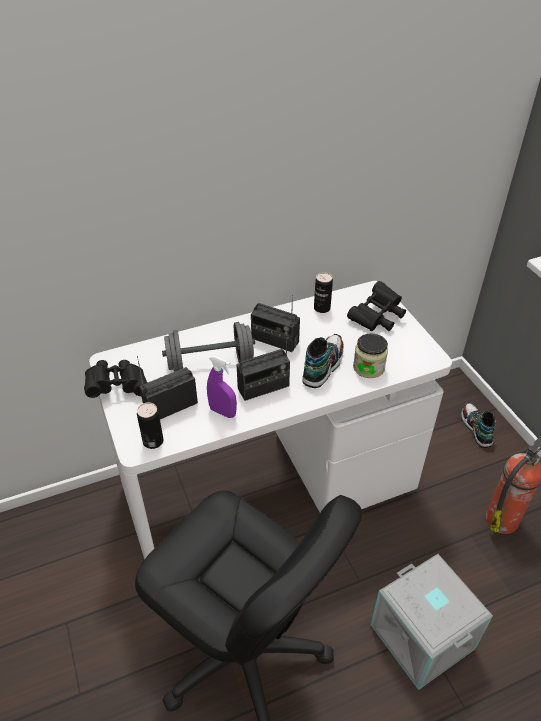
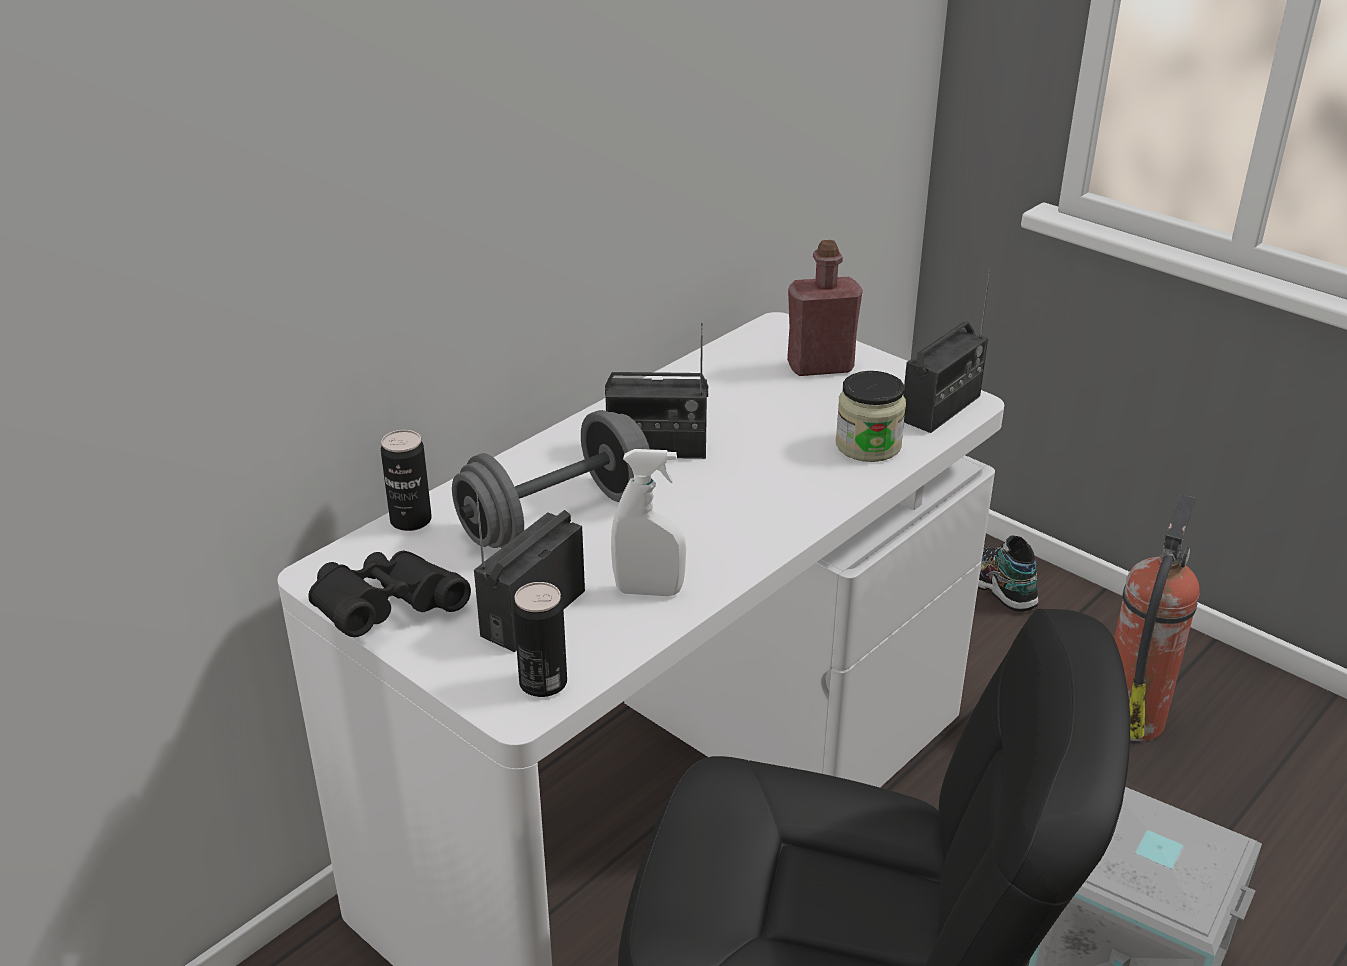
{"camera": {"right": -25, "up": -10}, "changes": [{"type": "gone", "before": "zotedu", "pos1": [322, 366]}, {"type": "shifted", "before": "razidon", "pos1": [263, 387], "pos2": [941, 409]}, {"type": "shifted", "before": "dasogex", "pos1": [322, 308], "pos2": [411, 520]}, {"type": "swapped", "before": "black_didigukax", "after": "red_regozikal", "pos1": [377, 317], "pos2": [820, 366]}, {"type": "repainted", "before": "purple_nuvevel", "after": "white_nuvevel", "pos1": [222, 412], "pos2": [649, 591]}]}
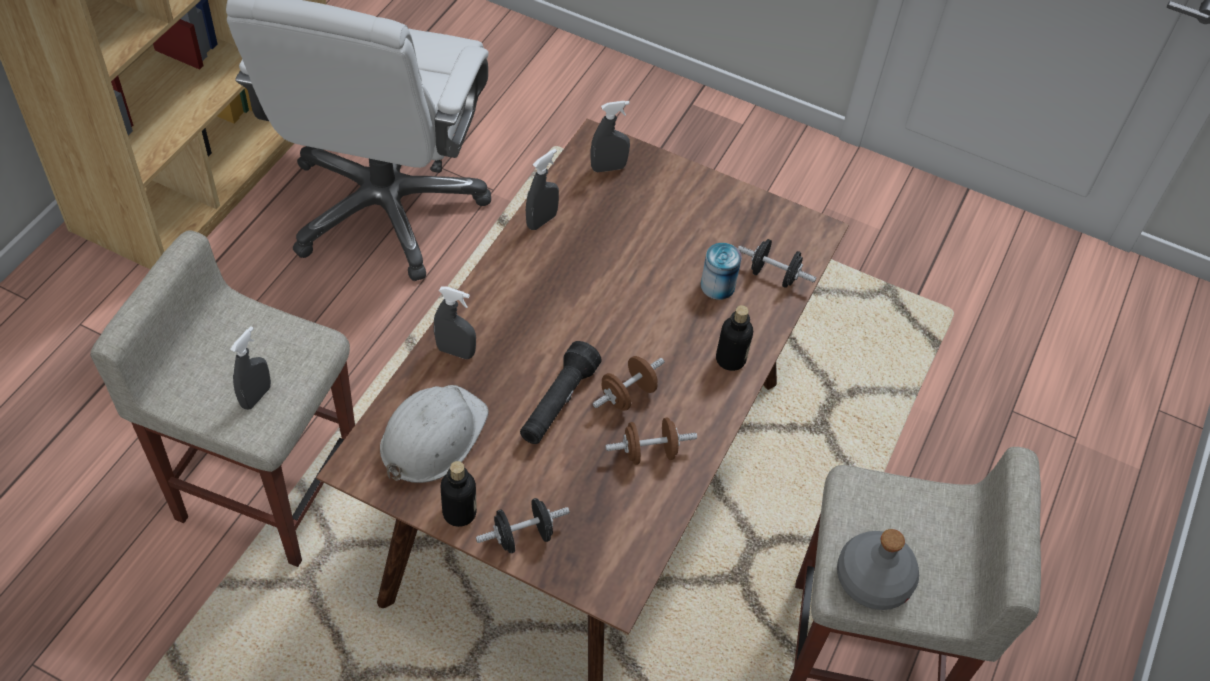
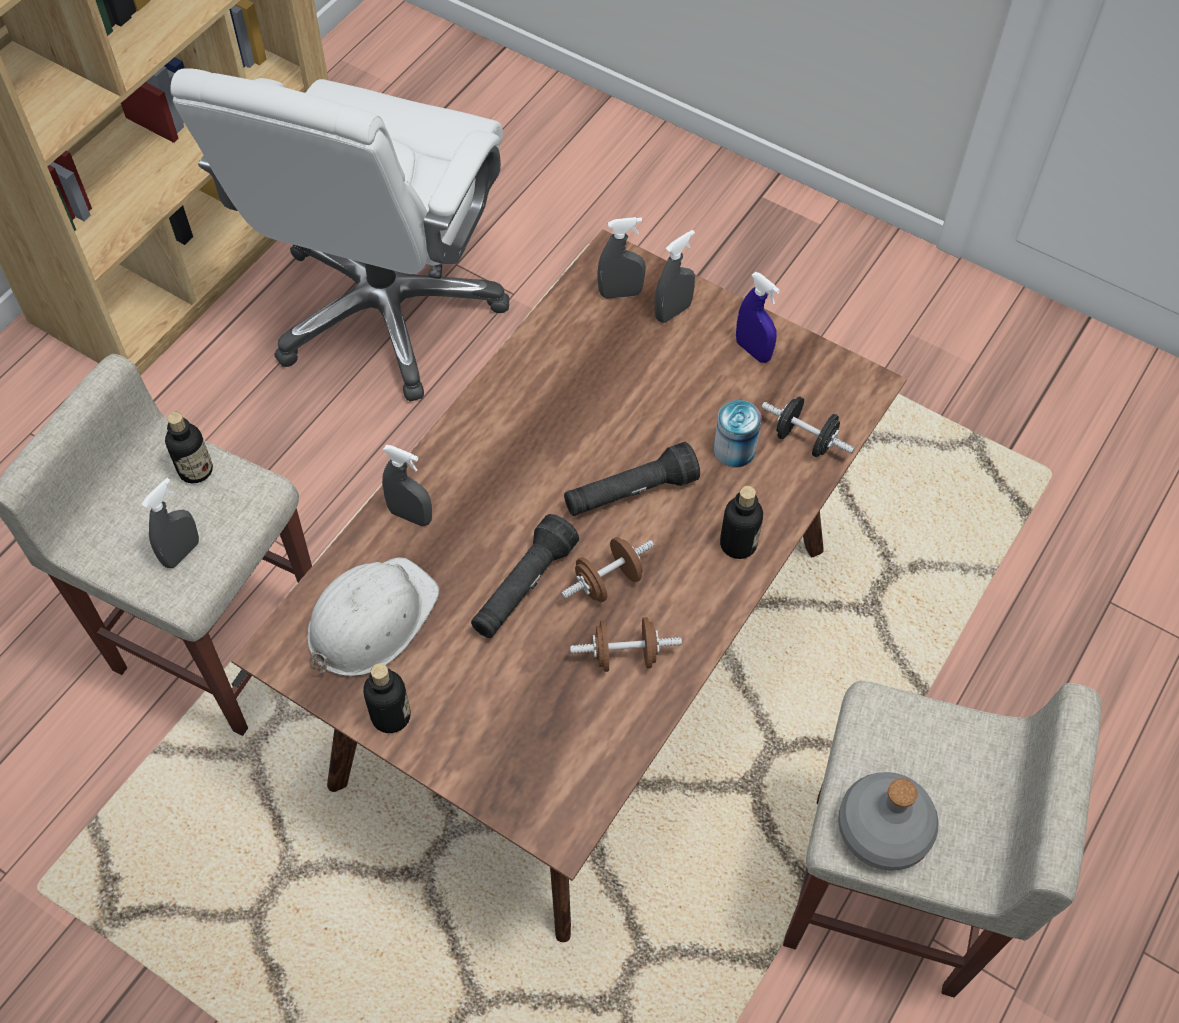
{"camera": {"right": 10, "up": 5}, "changes": [{"type": "gone", "before": "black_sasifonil", "pos1": [523, 536]}, {"type": "new", "after": "regozikal", "pos2": [195, 470]}, {"type": "new", "after": "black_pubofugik", "pos2": [630, 493]}, {"type": "new", "after": "blue_nuvevel", "pos2": [753, 350]}, {"type": "shifted", "before": "grey_nuvevel", "pos1": [541, 221], "pos2": [673, 312]}]}
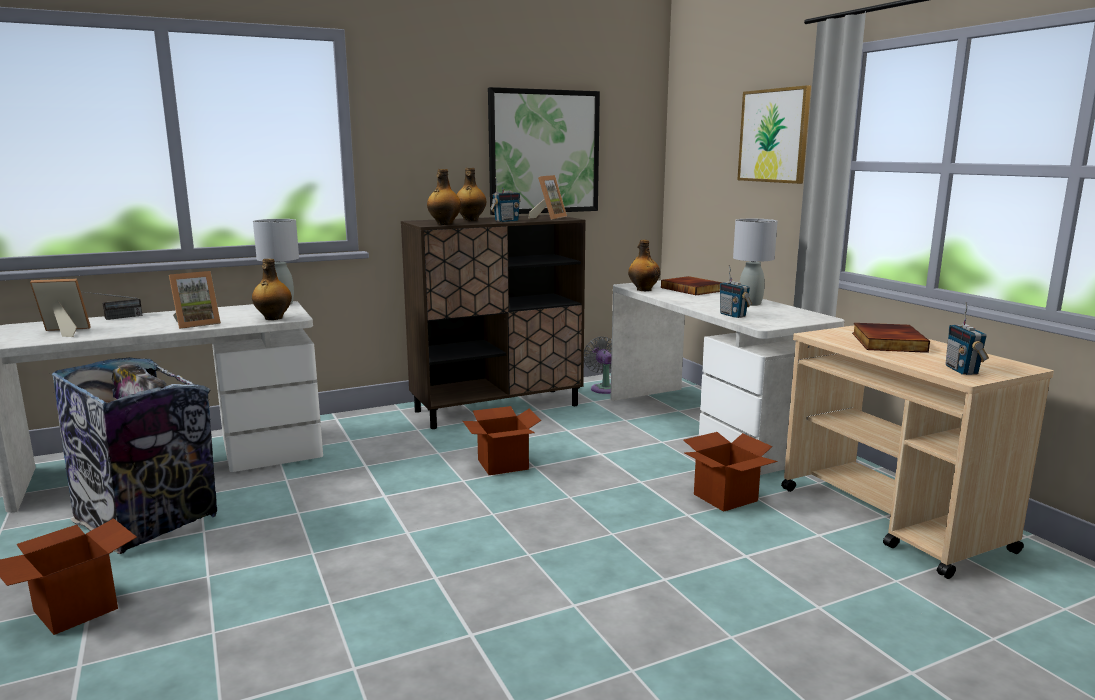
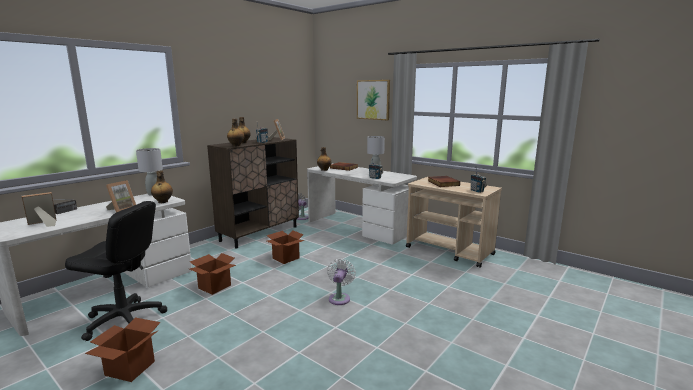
{"camera": {"right": -25, "up": 0}, "changes": [{"type": "gone", "before": "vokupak", "pos1": [544, 152]}, {"type": "new", "after": "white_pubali", "pos2": [340, 298]}, {"type": "shifted", "before": "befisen", "pos1": [725, 497], "pos2": [214, 287]}, {"type": "swapped", "before": "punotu", "after": "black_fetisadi", "pos1": [148, 522], "pos2": [124, 320]}]}
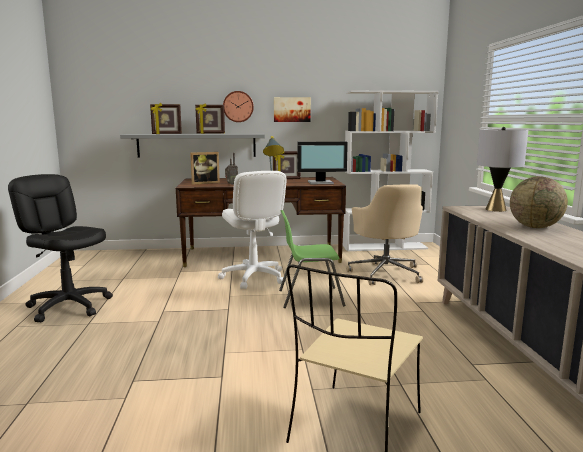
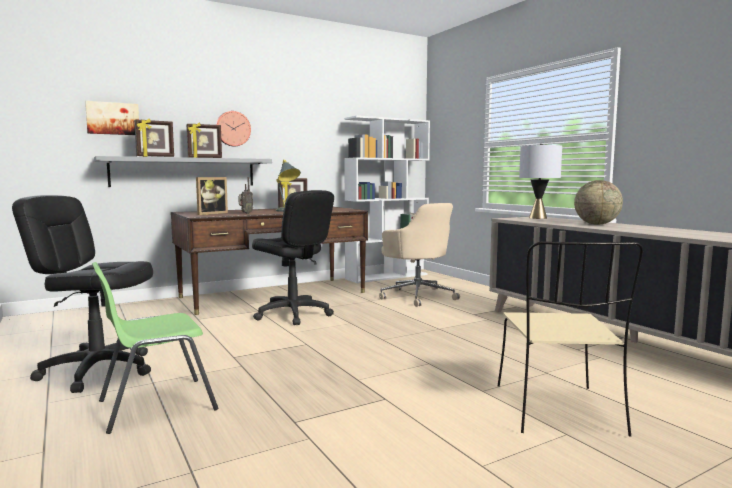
{"camera": {"right": -25, "up": -5}, "changes": [{"type": "gone", "before": "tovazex", "pos1": [321, 183]}, {"type": "shifted", "before": "vokupak", "pos1": [291, 109], "pos2": [113, 118]}, {"type": "shifted", "before": "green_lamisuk", "pos1": [309, 297], "pos2": [155, 405]}, {"type": "repainted", "before": "white_fetisadi", "after": "black_fetisadi", "pos1": [253, 277], "pos2": [293, 314]}]}
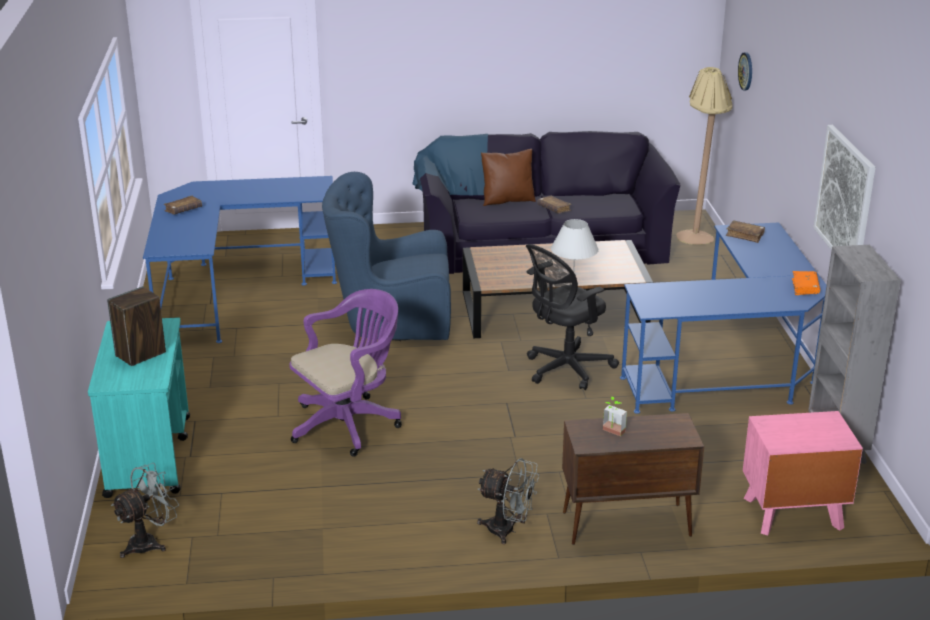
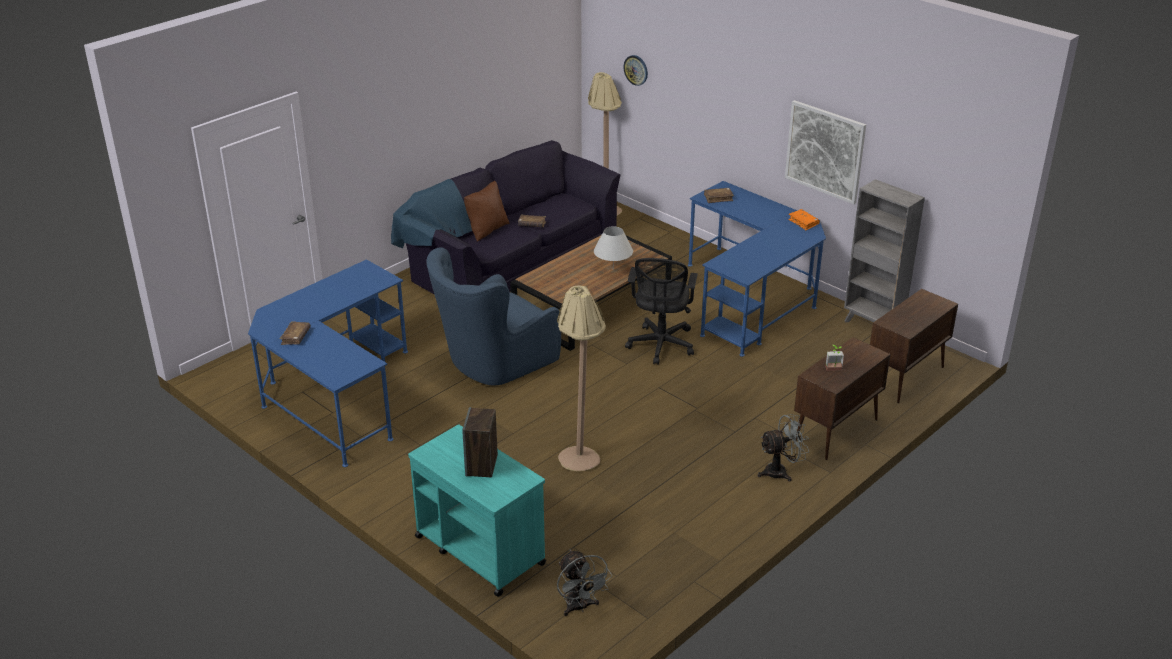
{"camera": {"right": -40, "up": 5}, "changes": [{"type": "swapped", "before": "purple_fetisadi", "after": "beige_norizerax", "pos1": [349, 423], "pos2": [582, 453]}, {"type": "swapped", "before": "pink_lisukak", "after": "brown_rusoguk", "pos1": [792, 513], "pos2": [905, 378]}, {"type": "rotated", "before": "grey_pubali", "pos1": [149, 542], "pos2": [580, 607], "turn": 150}]}
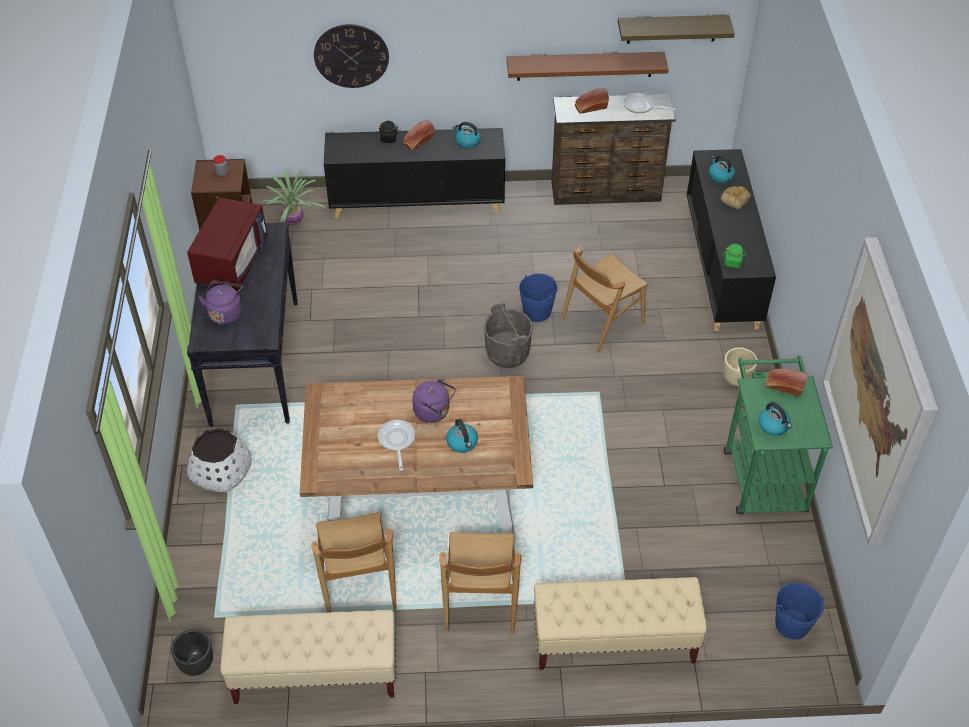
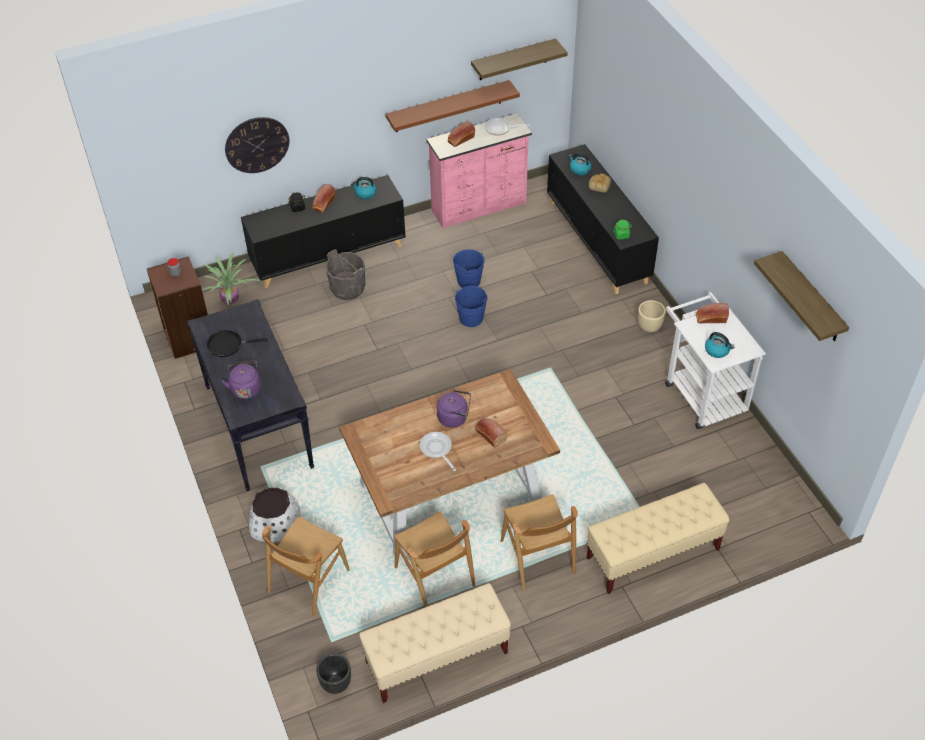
{"camera": {"right": -20, "up": 0}, "changes": [{"type": "shifted", "before": "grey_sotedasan", "pos1": [508, 353], "pos2": [348, 288]}, {"type": "shifted", "before": "brown_lamisuk", "pos1": [602, 321], "pos2": [308, 581]}, {"type": "shifted", "before": "blue_sotedasan", "pos1": [792, 624], "pos2": [469, 281]}, {"type": "swapped", "before": "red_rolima", "after": "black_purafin", "pos1": [232, 261], "pos2": [227, 345]}, {"type": "swapped", "before": "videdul", "after": "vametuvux", "pos1": [462, 443], "pos2": [489, 435]}, {"type": "swapped", "before": "vokupak", "after": "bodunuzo", "pos1": [879, 392], "pos2": [811, 298]}, {"type": "repainted", "before": "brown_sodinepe", "after": "pink_sodinepe", "pos1": [606, 193], "pos2": [480, 207]}, {"type": "repainted", "before": "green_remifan", "after": "white_remifan", "pos1": [762, 473], "pos2": [701, 392]}]}
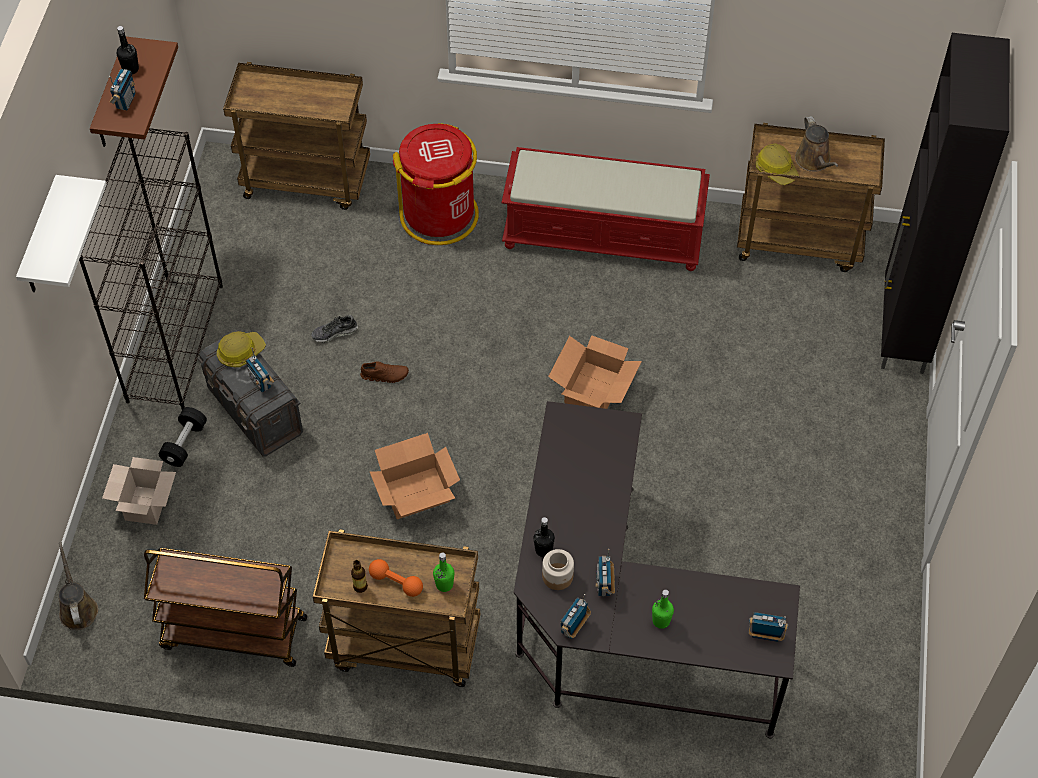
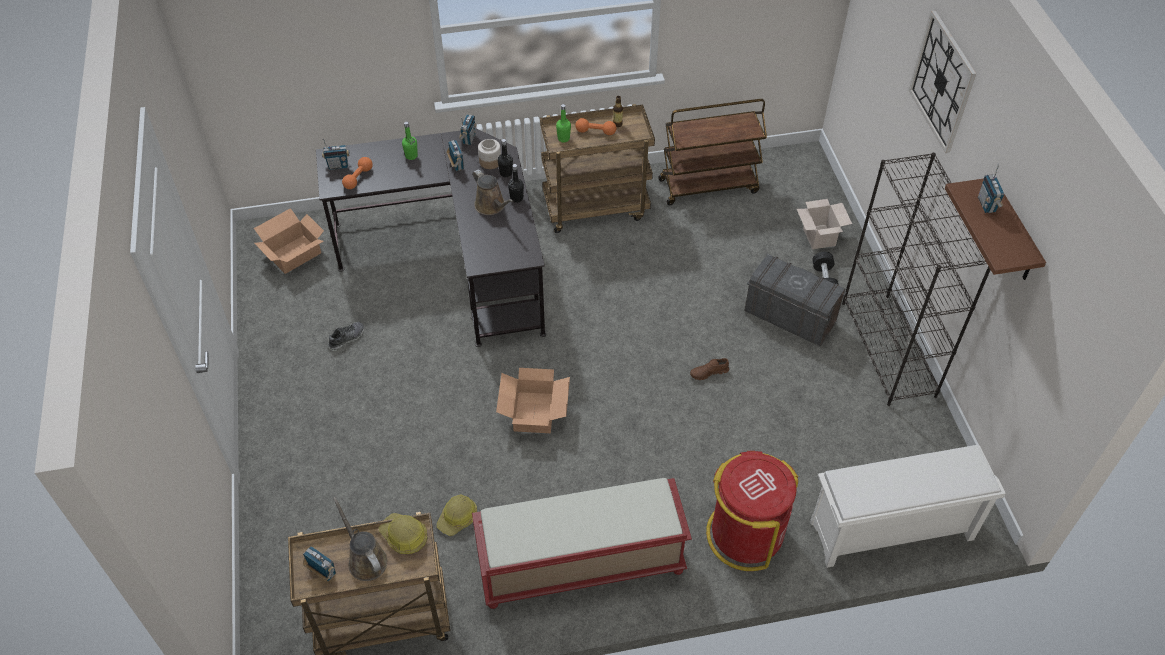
{"camera": {"right": 160, "up": -5}, "changes": [{"type": "gone", "before": "black_rusoguk", "pos1": [902, 332]}, {"type": "new", "after": "orange_sasifonil", "pos2": [358, 178]}, {"type": "shifted", "before": "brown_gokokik", "pos1": [78, 608], "pos2": [491, 206]}, {"type": "shifted", "before": "black_regozikal", "pos1": [130, 69], "pos2": [516, 198]}, {"type": "shifted", "before": "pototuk", "pos1": [240, 352], "pos2": [458, 518]}, {"type": "shifted", "before": "razidon", "pos1": [261, 382], "pos2": [323, 572]}, {"type": "shifted", "before": "zotedu", "pos1": [334, 333], "pos2": [347, 338]}, {"type": "shifted", "before": "befisen", "pos1": [415, 492], "pos2": [295, 254]}, {"type": "swapped", "before": "white_bodunuzo", "after": "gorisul", "pos1": [41, 240], "pos2": [942, 82]}, {"type": "swapped", "before": "brown_remifan", "after": "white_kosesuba", "pos1": [307, 180], "pos2": [890, 532]}]}
